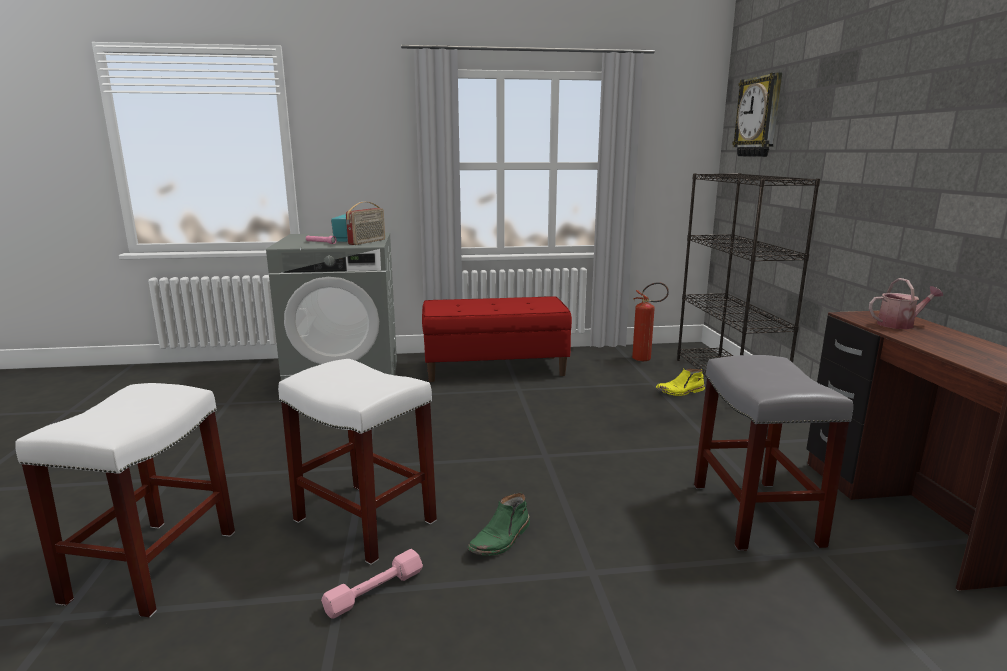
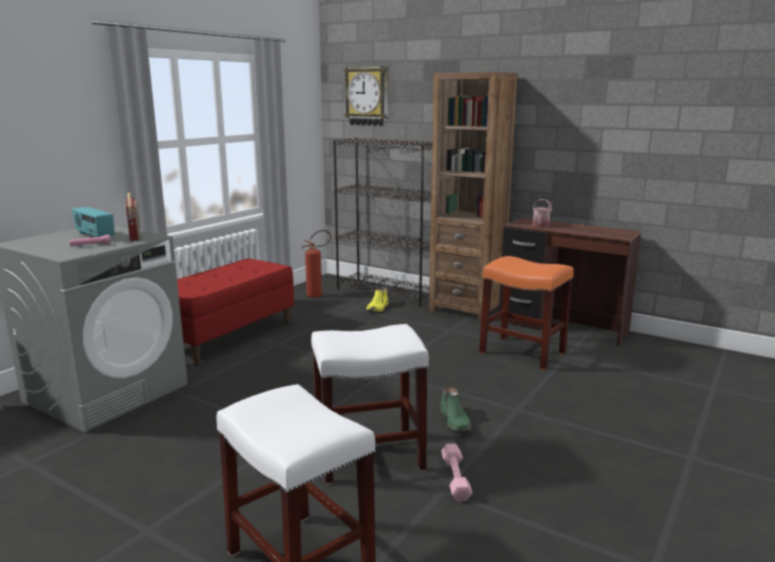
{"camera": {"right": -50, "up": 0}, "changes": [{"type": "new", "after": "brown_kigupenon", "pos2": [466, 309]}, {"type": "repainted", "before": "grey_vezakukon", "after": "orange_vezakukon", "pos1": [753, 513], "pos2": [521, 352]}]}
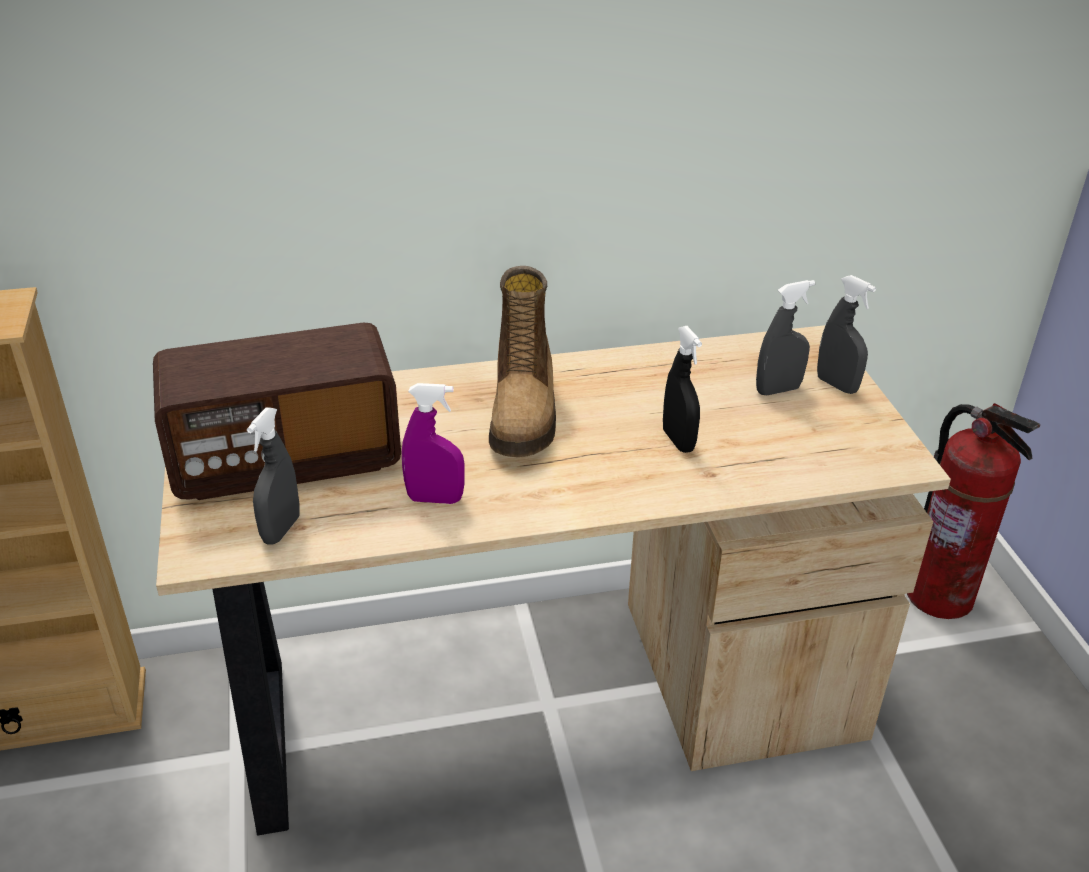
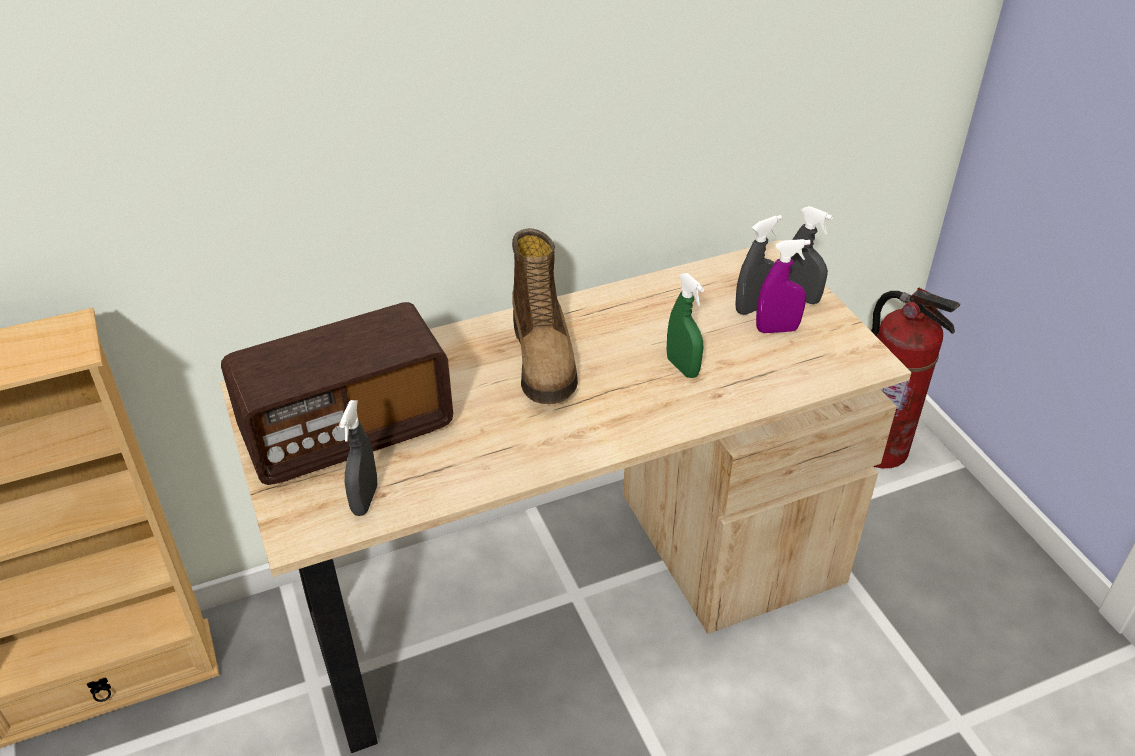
{"camera": {"right": -10, "up": 5}, "changes": [{"type": "shifted", "before": "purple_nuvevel", "pos1": [435, 499], "pos2": [777, 329]}, {"type": "repainted", "before": "black_nuvevel", "after": "green_nuvevel", "pos1": [678, 441], "pos2": [682, 367]}]}
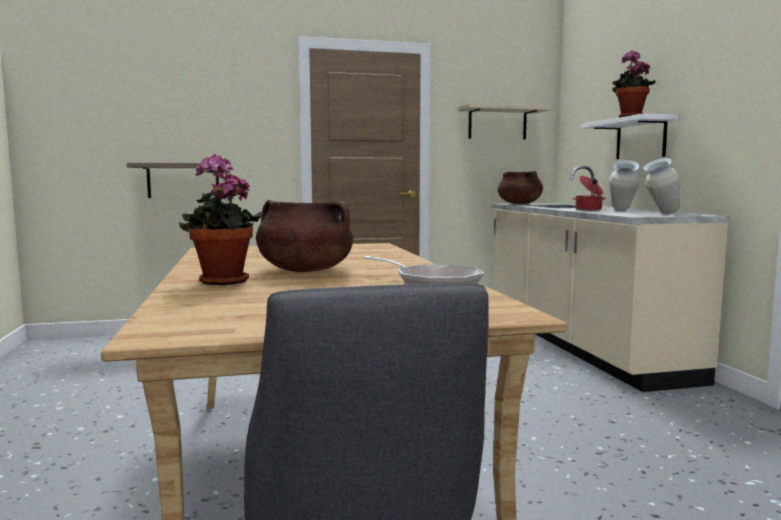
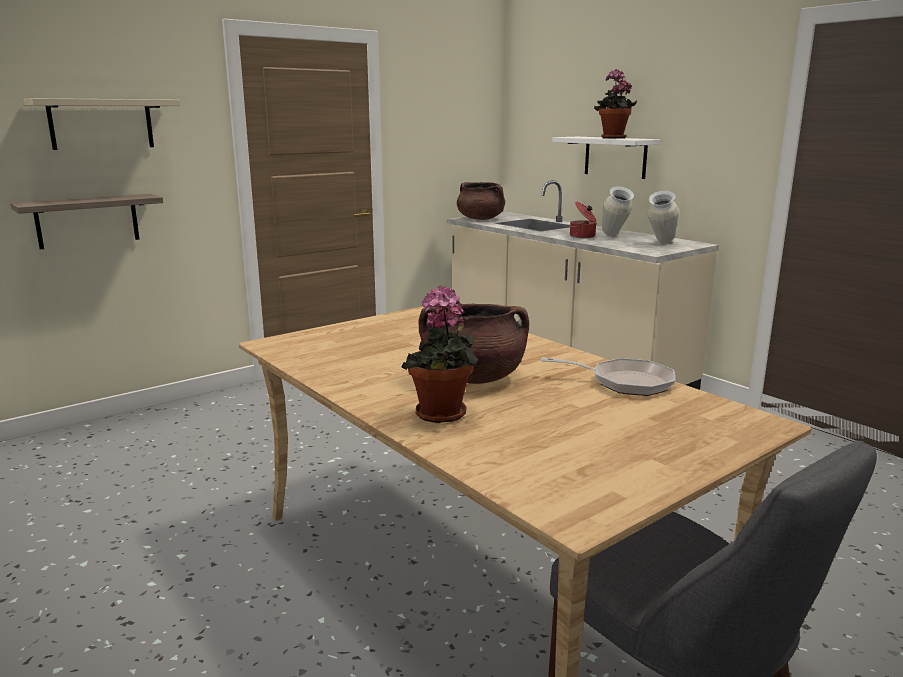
{"camera": {"right": -25, "up": 10}, "changes": [{"type": "shifted", "before": "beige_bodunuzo", "pos1": [497, 123], "pos2": [101, 124]}]}
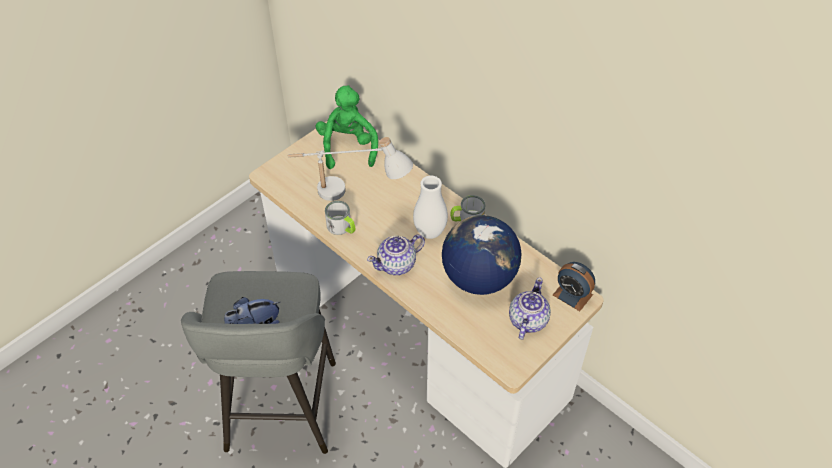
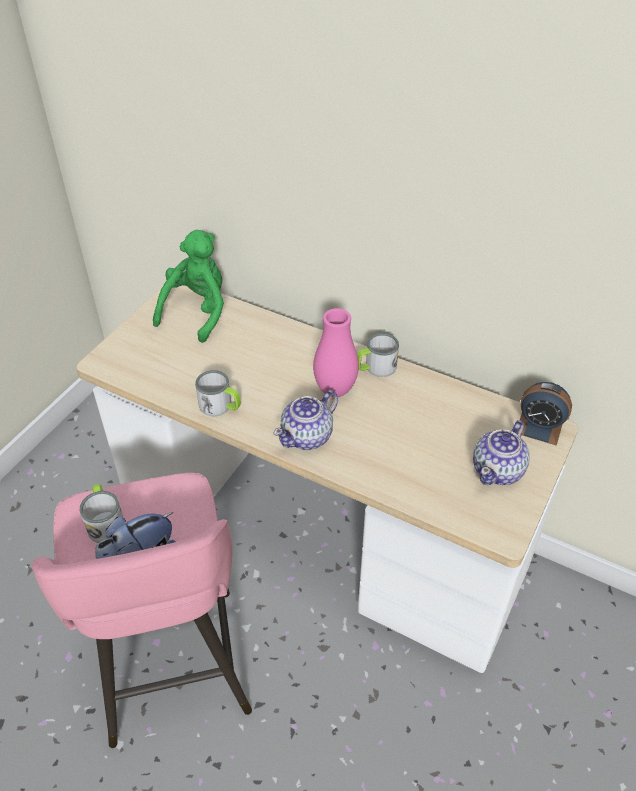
{"camera": {"right": -15, "up": -5}, "changes": [{"type": "gone", "before": "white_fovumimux", "pos1": [350, 196]}, {"type": "gone", "before": "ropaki", "pos1": [478, 277]}, {"type": "new", "after": "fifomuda", "pos2": [105, 521]}, {"type": "repainted", "before": "grey_vezakukon", "after": "pink_vezakukon", "pos1": [280, 409], "pos2": [173, 670]}, {"type": "repainted", "before": "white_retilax", "after": "pink_retilax", "pos1": [430, 232], "pos2": [335, 390]}, {"type": "rotated", "before": "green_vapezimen", "pos1": [348, 147], "pos2": [197, 312], "turn": 45}, {"type": "rotated", "before": "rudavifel", "pos1": [527, 320], "pos2": [498, 470], "turn": -150}]}
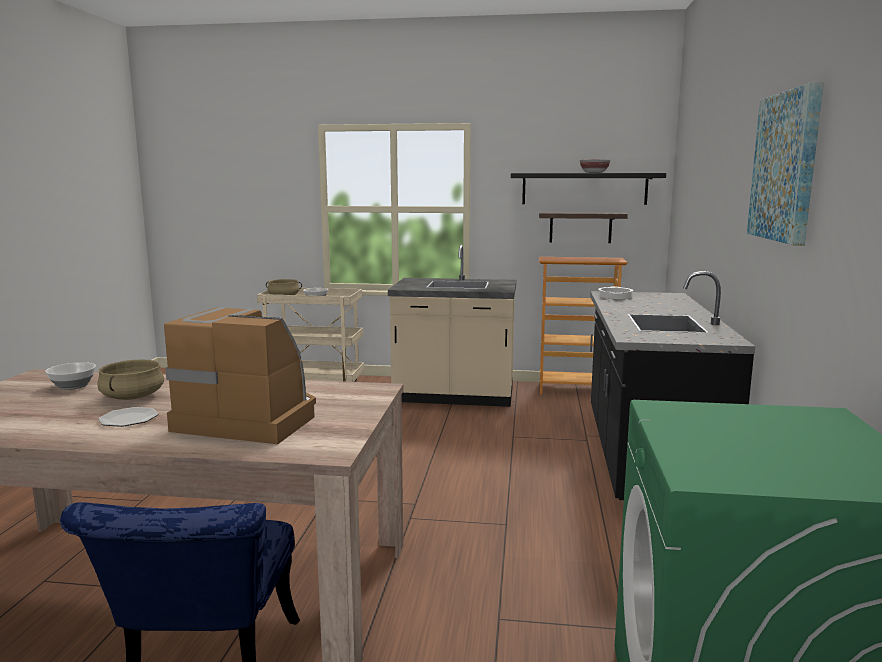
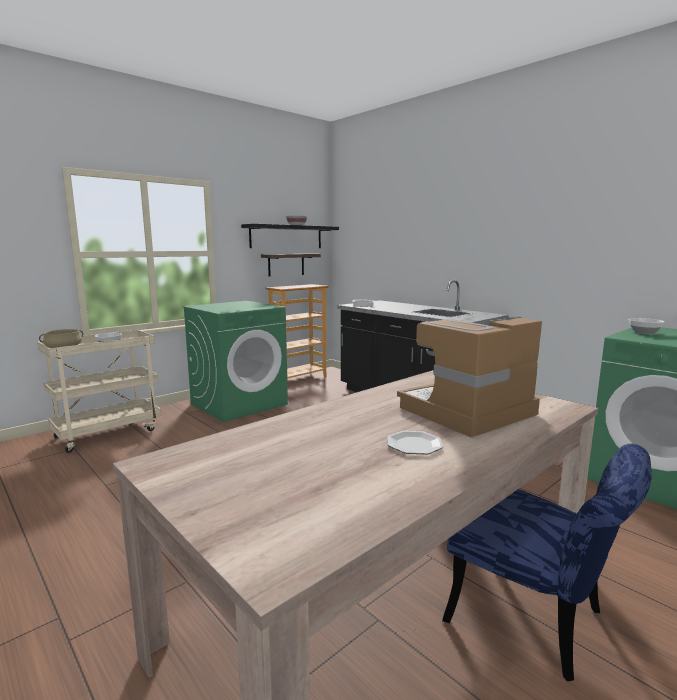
{"camera": {"right": -50, "up": 0}, "changes": [{"type": "gone", "before": "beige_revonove", "pos1": [132, 396]}, {"type": "gone", "before": "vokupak", "pos1": [785, 167]}, {"type": "shifted", "before": "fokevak", "pos1": [73, 386], "pos2": [643, 332]}, {"type": "swapped", "before": "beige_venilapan", "after": "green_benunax", "pos1": [454, 396], "pos2": [239, 404]}]}
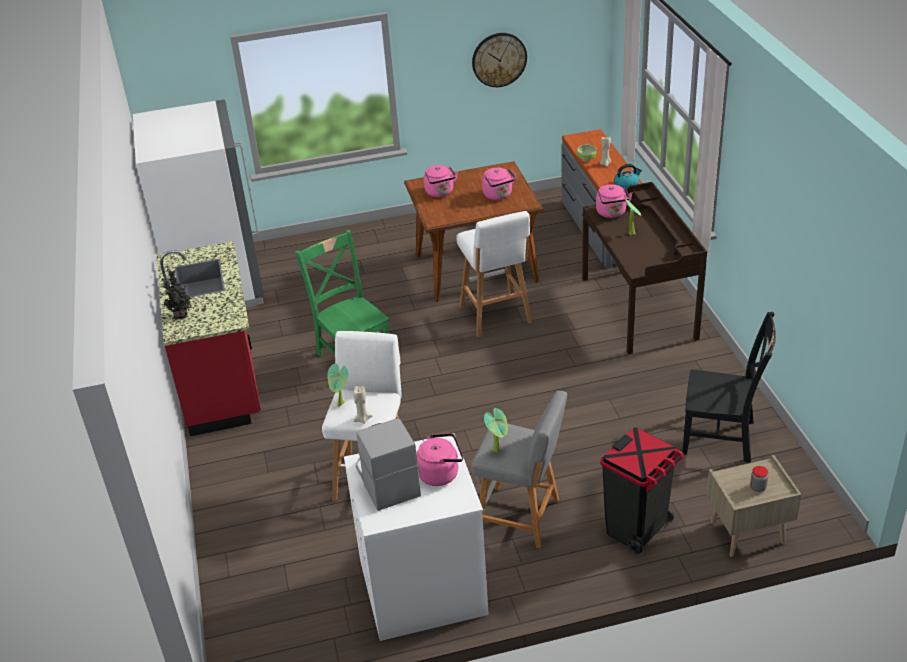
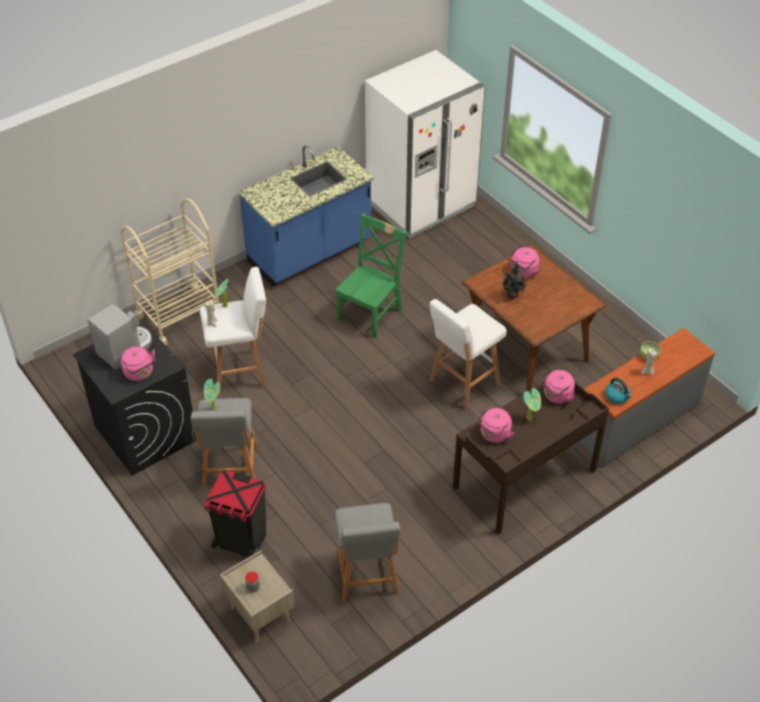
{"camera": {"right": 65, "up": 10}, "changes": [{"type": "gone", "before": "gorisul", "pos1": [499, 59]}, {"type": "new", "after": "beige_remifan", "pos2": [179, 316]}, {"type": "shifted", "before": "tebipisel", "pos1": [182, 315], "pos2": [512, 296]}, {"type": "shifted", "before": "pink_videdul", "pos1": [499, 195], "pos2": [494, 435]}, {"type": "swapped", "before": "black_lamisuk", "after": "grey_vezakukon", "pos1": [722, 438], "pos2": [367, 577]}, {"type": "repainted", "before": "red_venilapan", "after": "blue_venilapan", "pos1": [222, 381], "pos2": [310, 253]}, {"type": "repainted", "before": "white_benunax", "after": "black_benunax", "pos1": [422, 588], "pos2": [145, 432]}]}
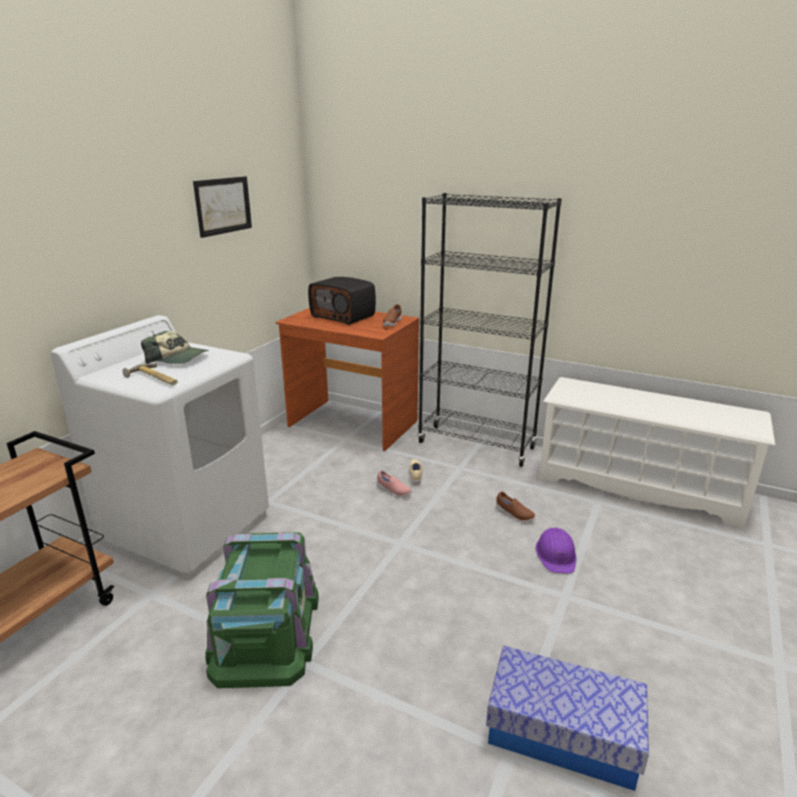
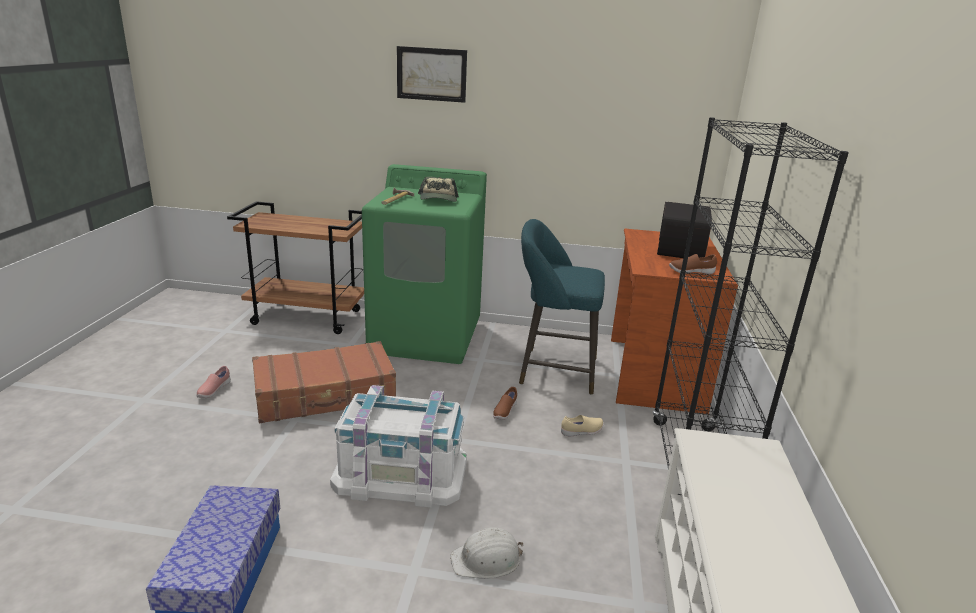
{"camera": {"right": 70, "up": 0}, "changes": [{"type": "new", "after": "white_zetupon", "pos2": [401, 472]}, {"type": "new", "after": "turquoise_vezakukon", "pos2": [553, 370]}, {"type": "shifted", "before": "vokupak", "pos1": [223, 205], "pos2": [431, 74]}, {"type": "shifted", "before": "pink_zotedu", "pos1": [393, 491], "pos2": [213, 390]}, {"type": "shifted", "before": "brown_zotedu", "pos1": [514, 515], "pos2": [504, 411]}, {"type": "swapped", "before": "green_zetupon", "after": "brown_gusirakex", "pos1": [265, 629], "pos2": [325, 395]}, {"type": "repainted", "before": "white_benunax", "after": "green_benunax", "pos1": [188, 528], "pos2": [426, 337]}, {"type": "repainted", "before": "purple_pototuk", "after": "white_pototuk", "pos1": [556, 555], "pos2": [487, 560]}]}
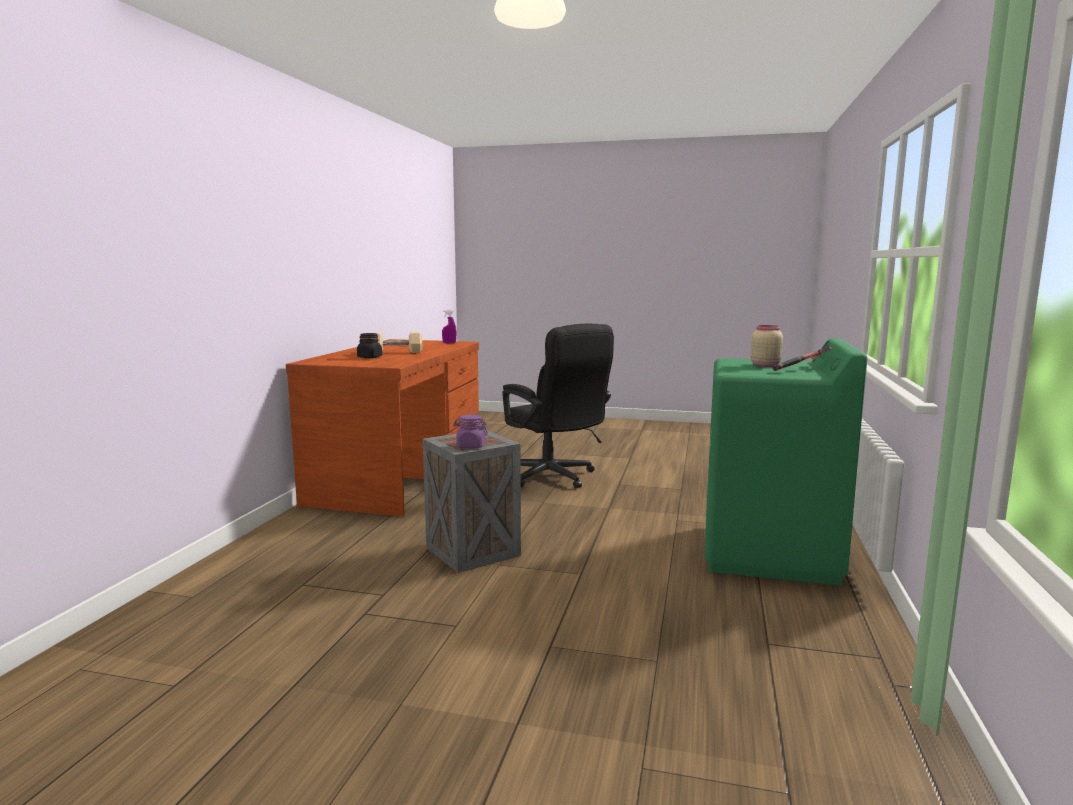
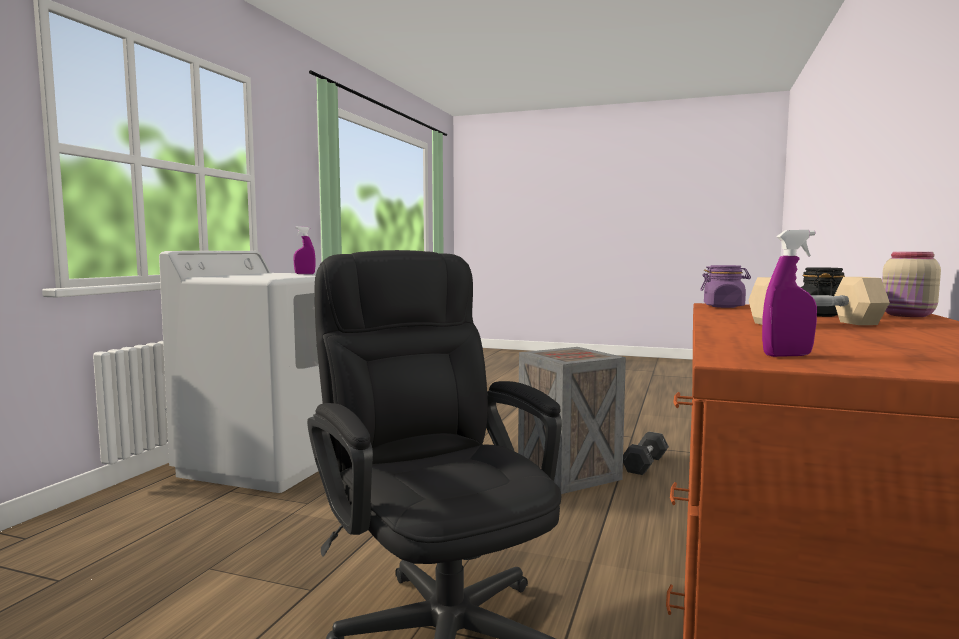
{"camera": {"right": -175, "up": -5}, "changes": [{"type": "gone", "before": "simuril", "pos1": [802, 368]}, {"type": "new", "after": "purple_nuvevel", "pos2": [305, 274]}, {"type": "new", "after": "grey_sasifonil", "pos2": [645, 464]}, {"type": "shifted", "before": "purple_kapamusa", "pos1": [470, 446], "pos2": [724, 306]}, {"type": "shifted", "before": "beige_kapamusa", "pos1": [765, 365], "pos2": [908, 315]}, {"type": "repainted", "before": "green_benunax", "after": "white_benunax", "pos1": [769, 553], "pos2": [268, 463]}]}
